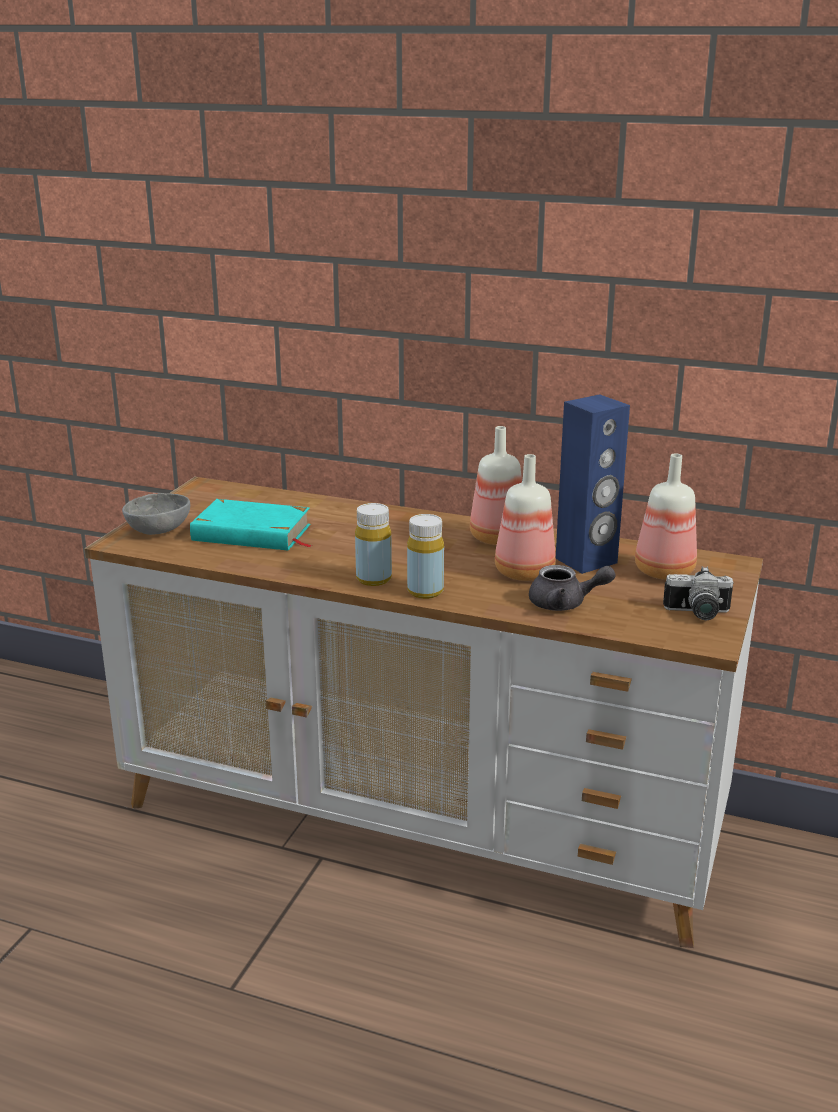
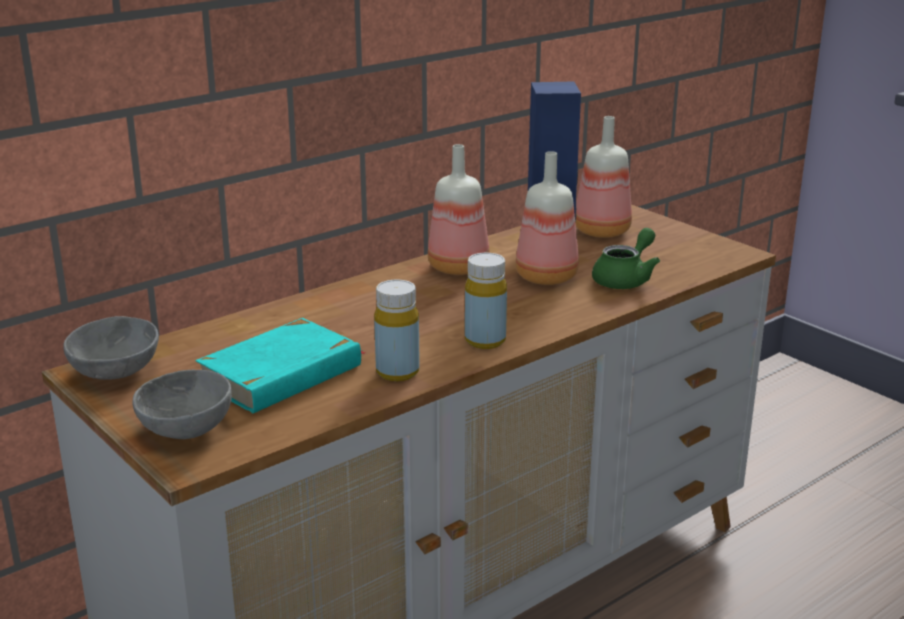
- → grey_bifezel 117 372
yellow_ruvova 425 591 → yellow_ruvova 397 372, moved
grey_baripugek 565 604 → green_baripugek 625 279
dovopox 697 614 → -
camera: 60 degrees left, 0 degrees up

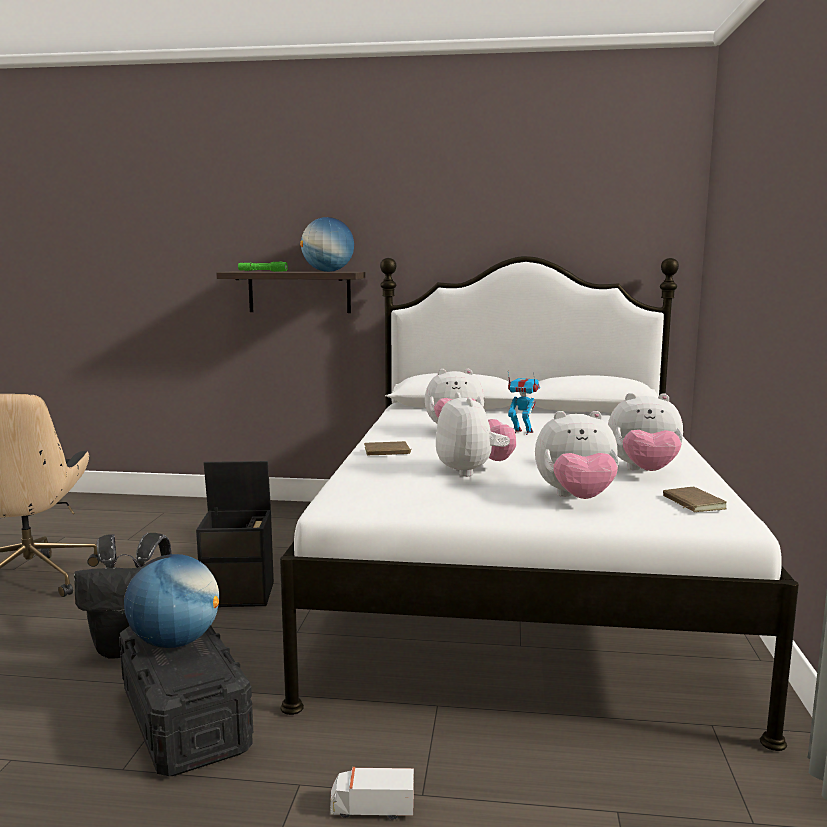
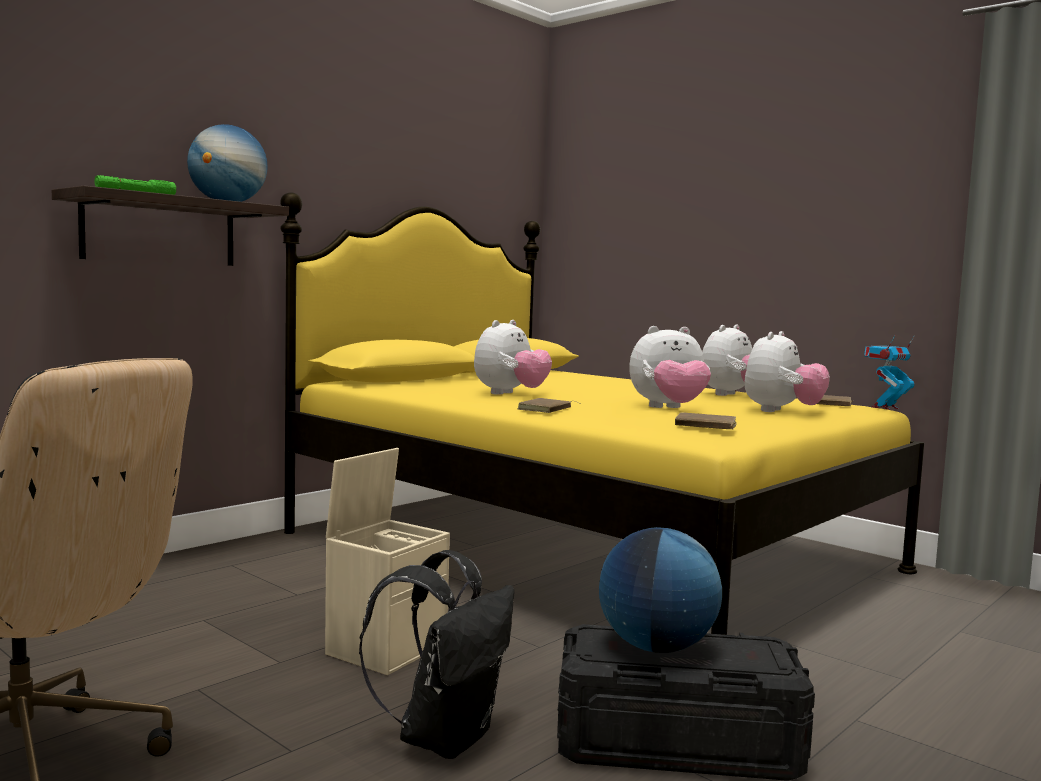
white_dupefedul 520 589 → yellow_dupefedul 586 552
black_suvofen 240 594 → beige_suvofen 387 647
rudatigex 473 471 → rudatigex 669 408, 150 degrees clockwise
- → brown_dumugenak 705 425
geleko 522 432 → geleko 885 408, moved
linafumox 371 808 → -
camera: 55 degrees left, 5 degrees down

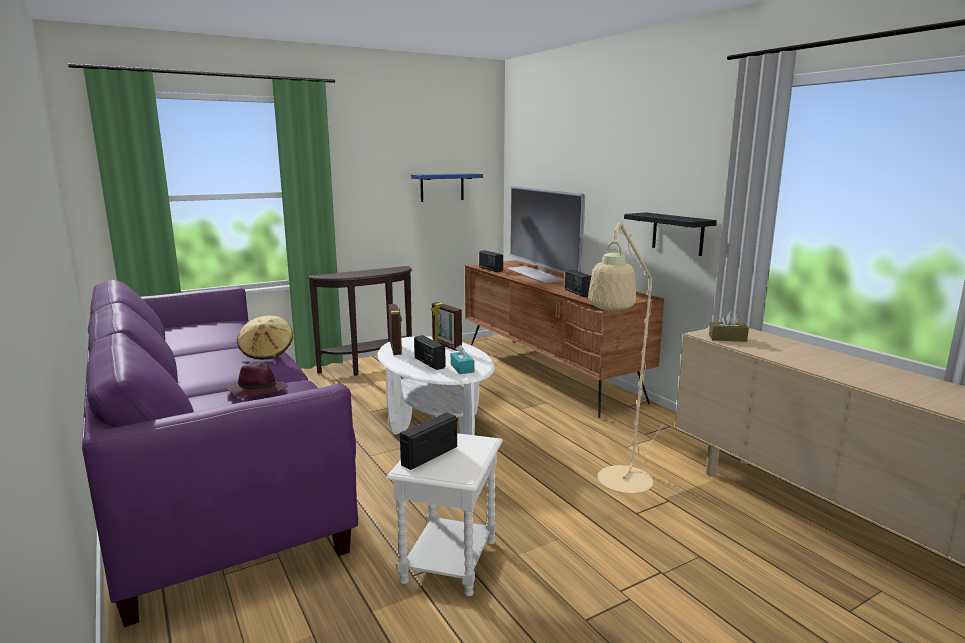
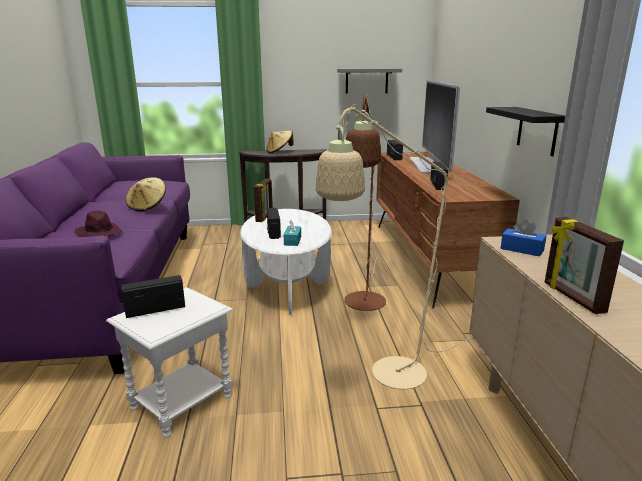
- → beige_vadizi 279 151
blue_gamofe 442 187 → grey_gamofe 366 81
- → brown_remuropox 364 306
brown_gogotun 727 338 → blue_gogotun 522 249
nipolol 446 346 → nipolol 572 297, moved
camera: 25 degrees right, 5 degrees up

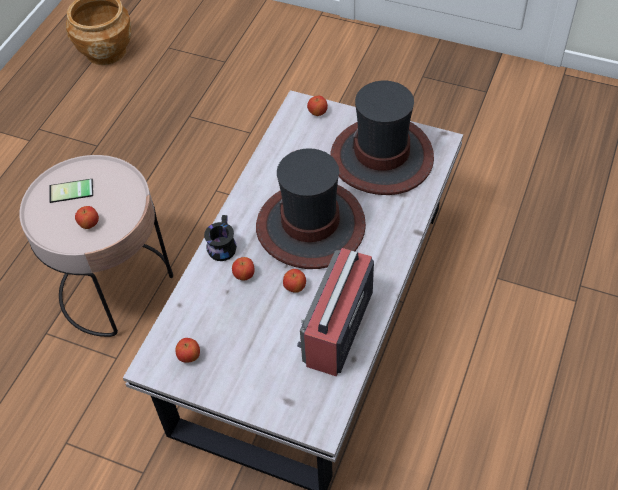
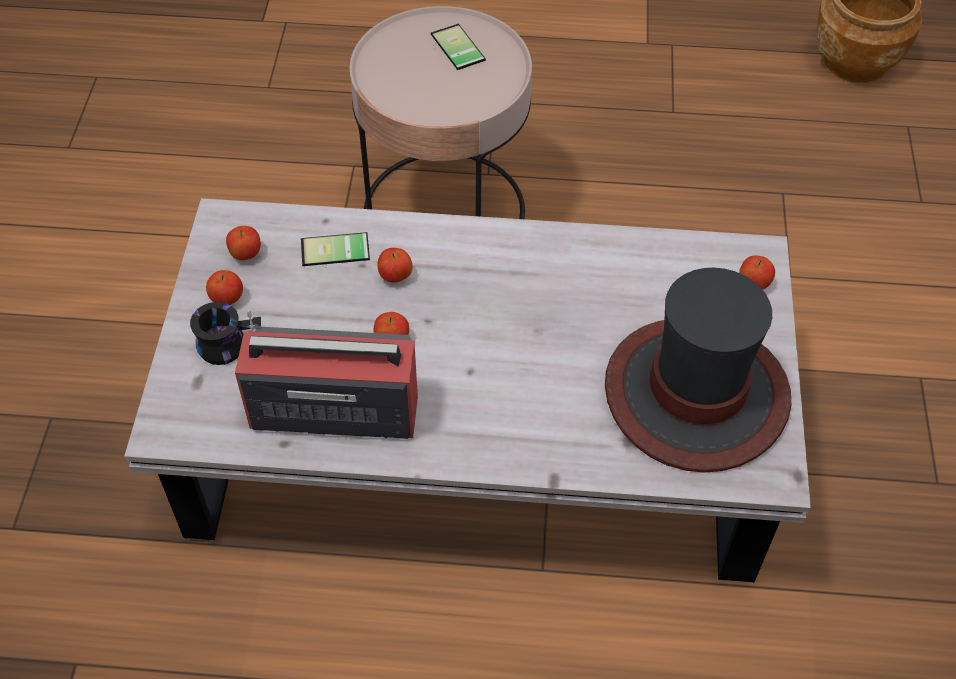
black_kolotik 220 246 → black_kolotik 229 343, moved
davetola 89 224 → davetola 227 299, moved
- → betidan 335 252
vadizi 311 226 → -
camera: 70 degrees right, 0 degrees up

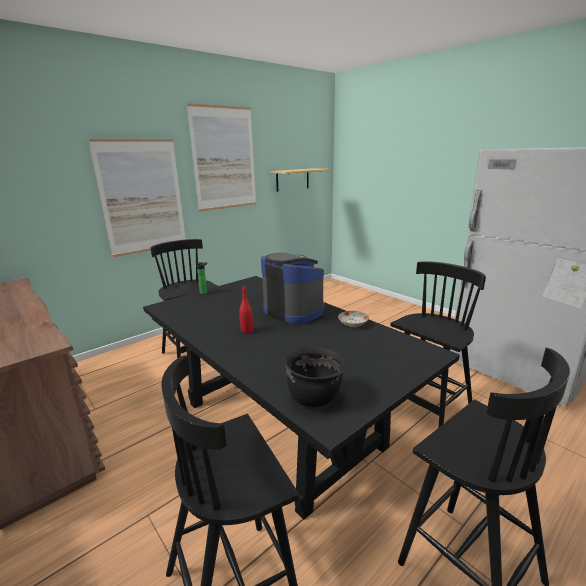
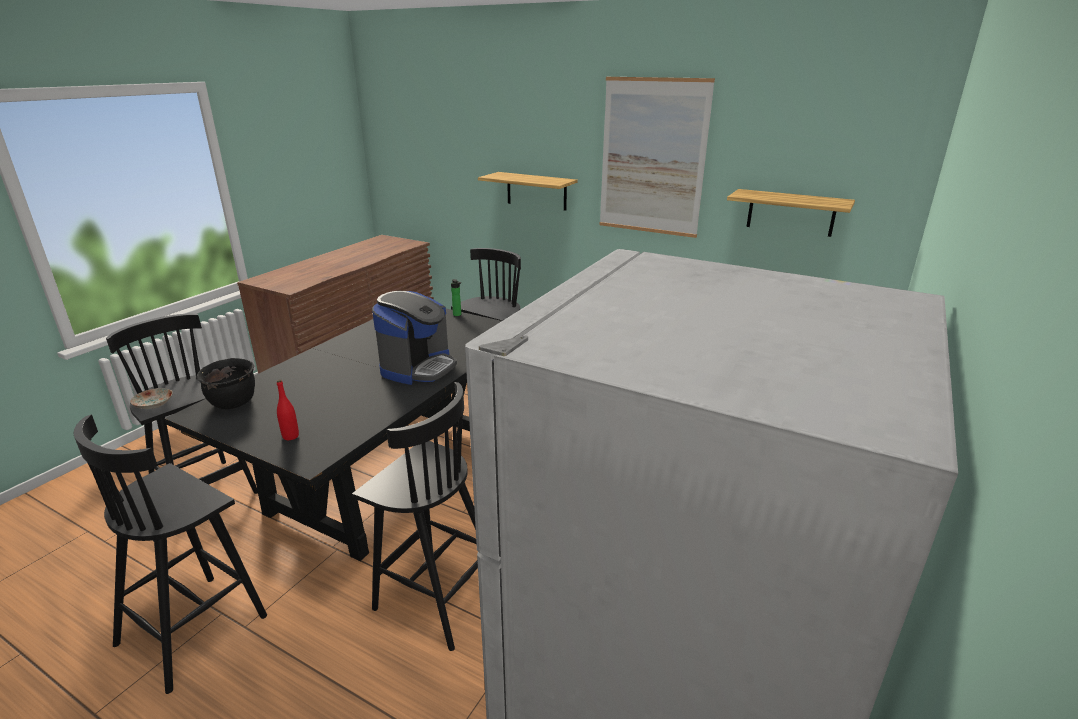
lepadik 353 324 → lepadik 153 405, moved
red_ruvova 247 331 → red_ruvova 290 436, moved
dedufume 142 197 → gamofe 536 191
camera: 70 degrees right, 5 degrees up

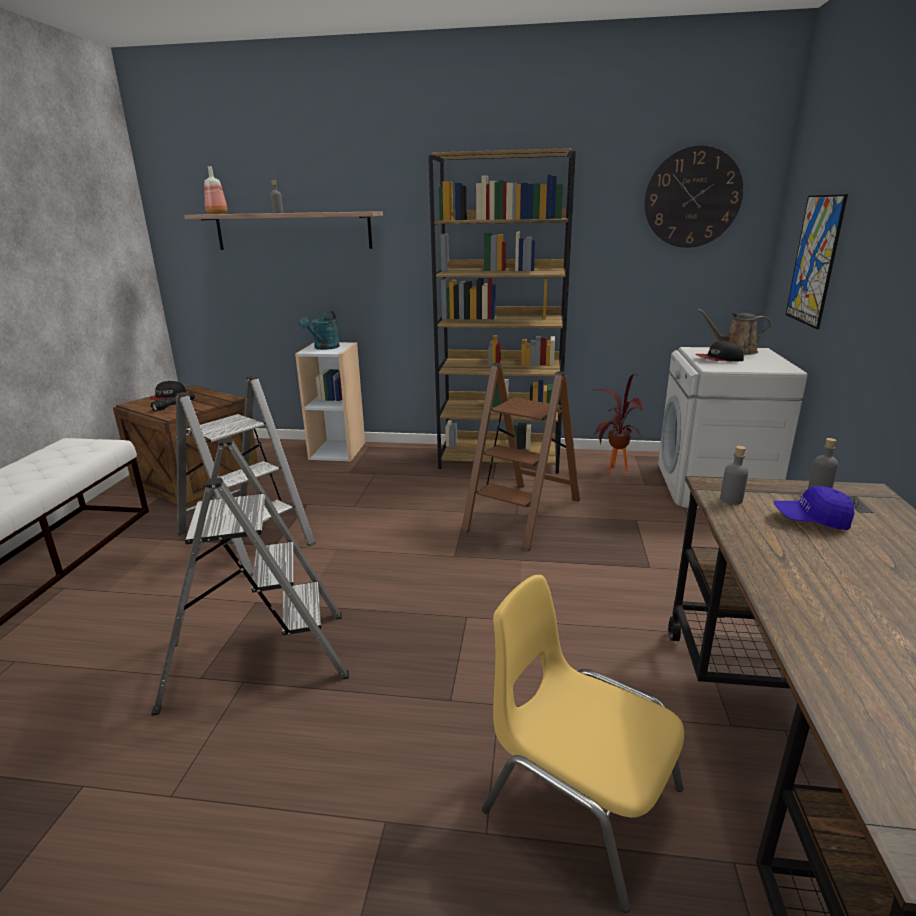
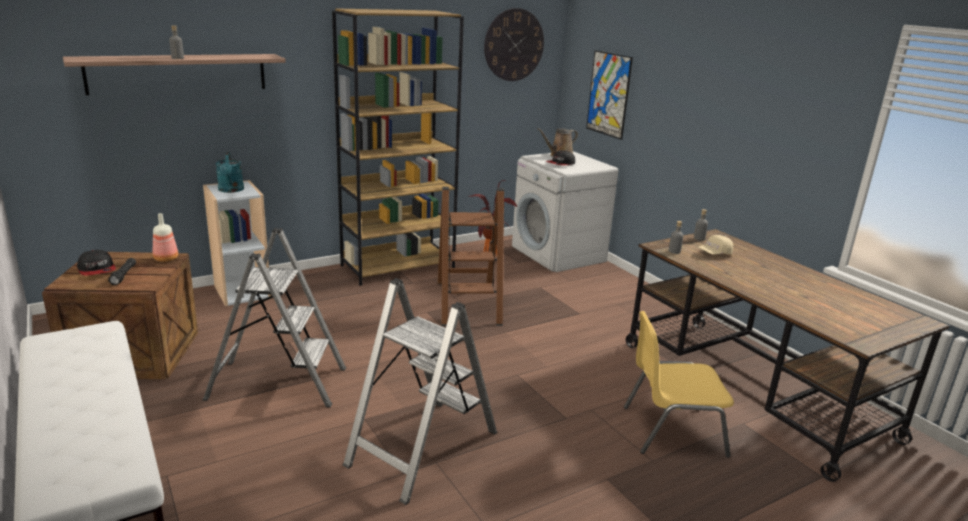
ruvova 216 213 → ruvova 165 259, moved
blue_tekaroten 811 521 → beige_tekaroten 714 253
camera: 40 degrees left, 0 degrees up

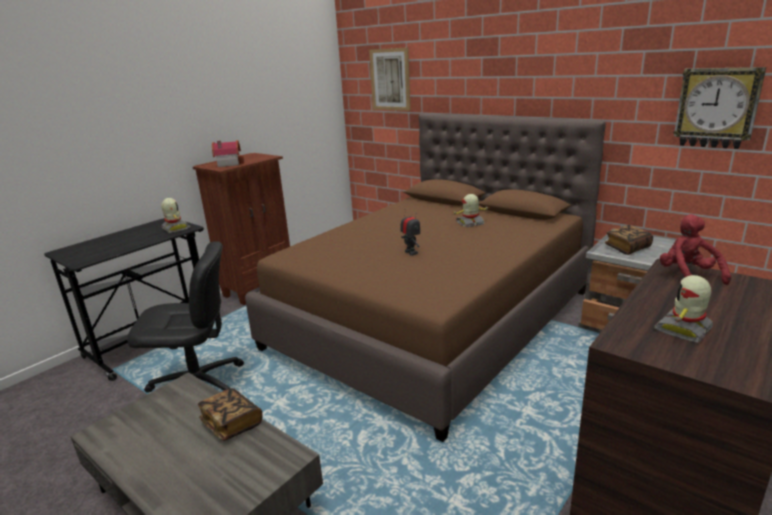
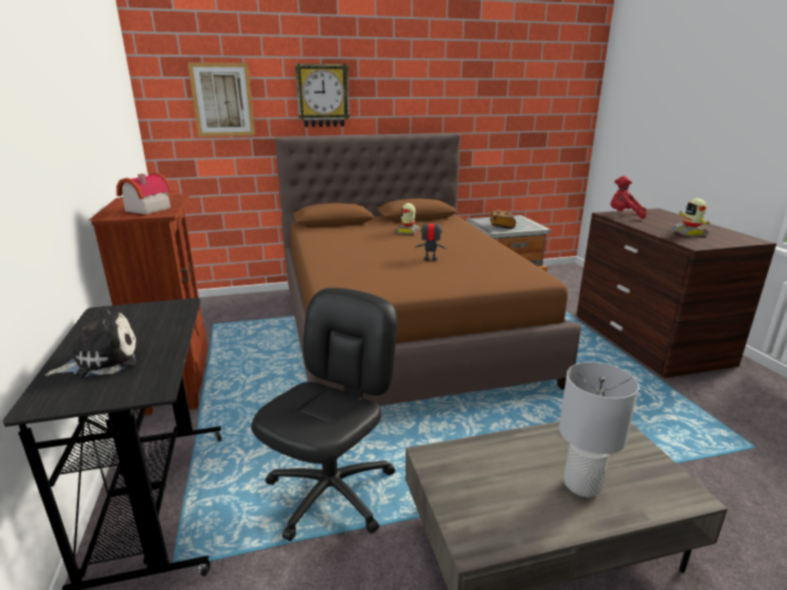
- → rudatigex 102 361
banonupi 716 108 → banonupi 322 96, moved
- → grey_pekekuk 581 487
geleko 175 228 → -
dumugenak 232 424 → -
camera: 55 degrees left, 0 degrees up

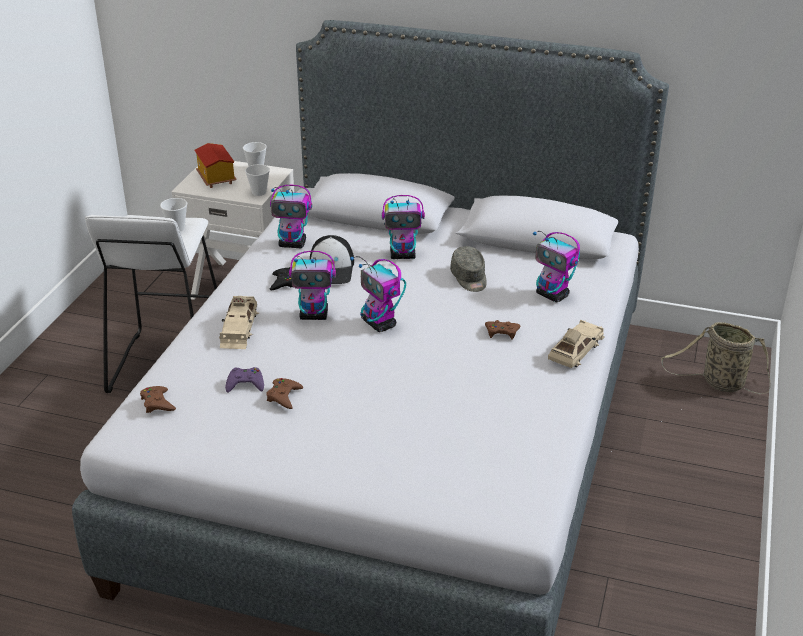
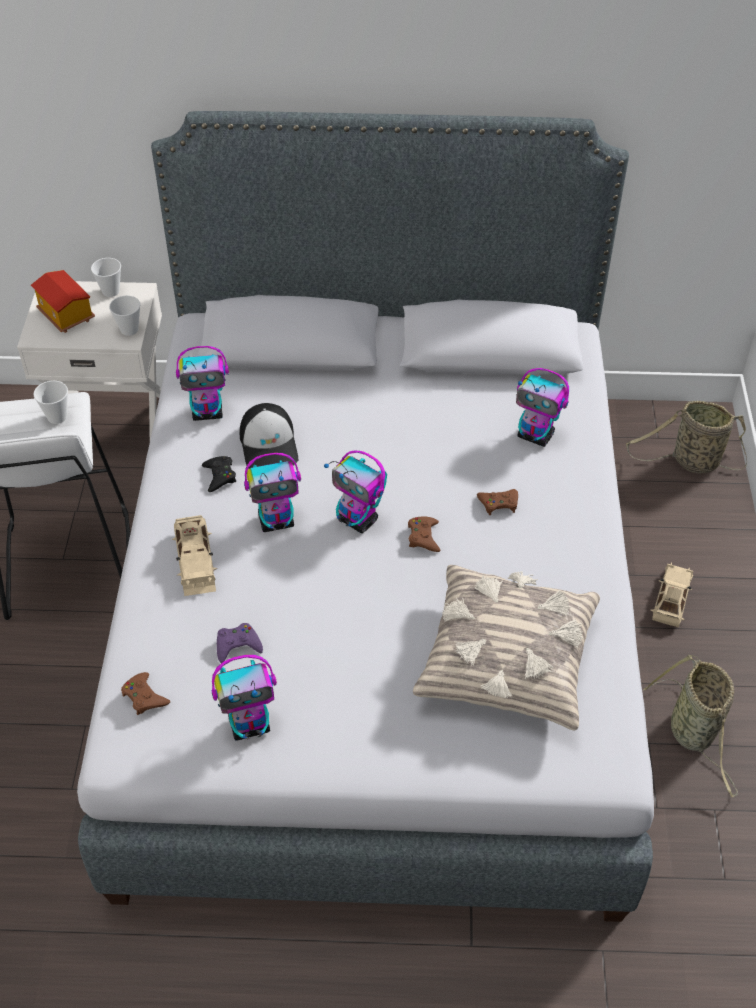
geleko 403 255 → geleko 250 725, moved
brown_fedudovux 284 396 → brown_fedudovux 423 537, moved
- → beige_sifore 506 663
- → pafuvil 694 734
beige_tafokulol 576 350 → beige_tafokulol 671 599, moved
grey_tekaroten 469 278 → -
camera: 15 degrees left, 15 degrees up

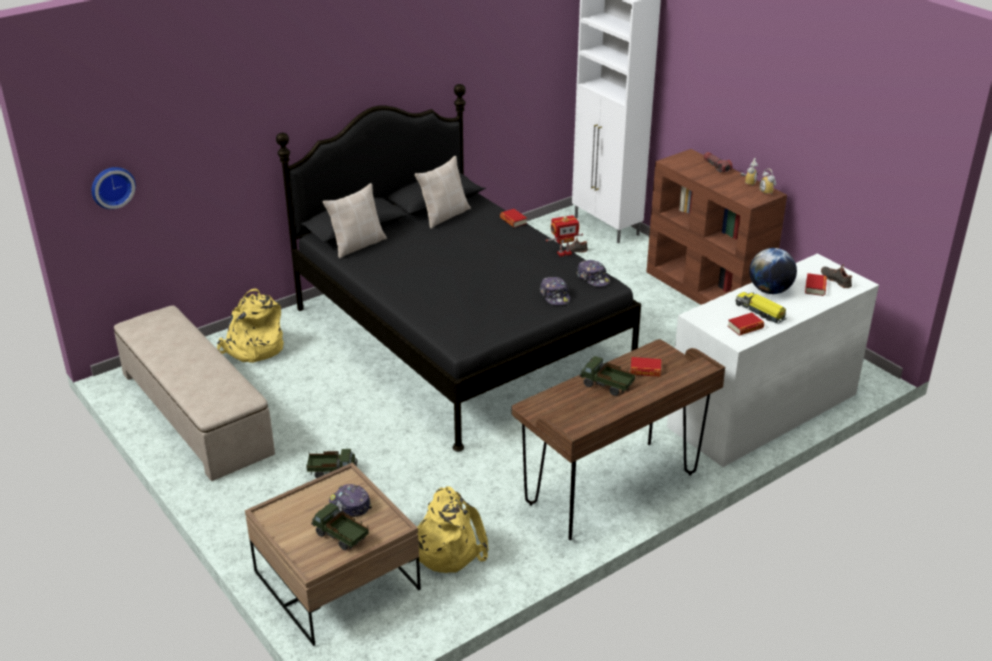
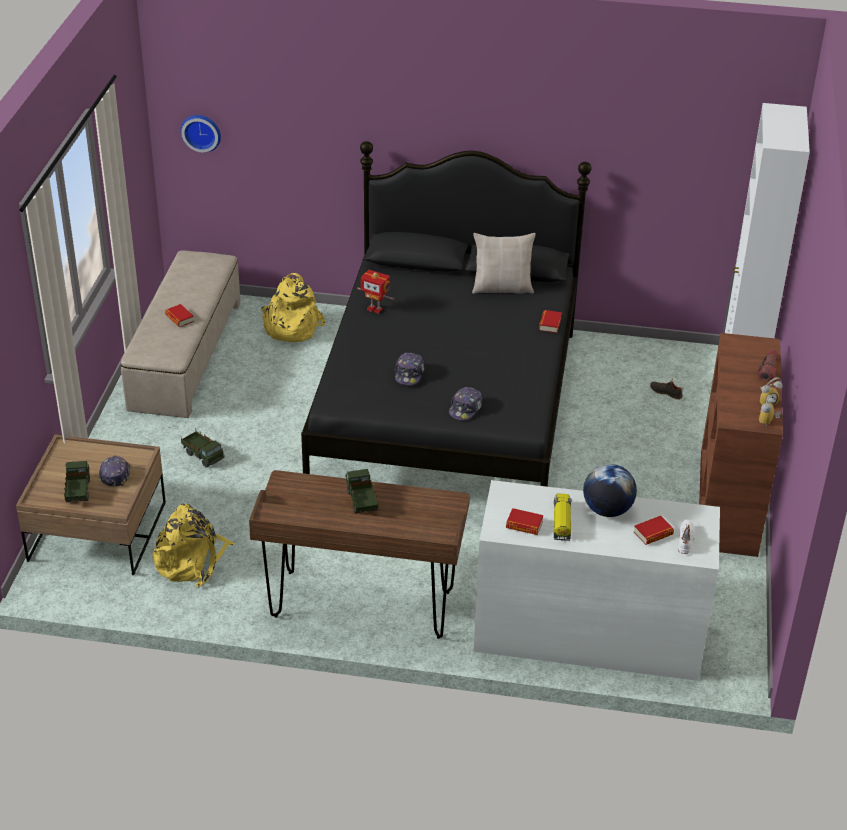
dumugenak 645 370 → dumugenak 179 318, moved
geleko 564 253 → geleko 375 309, moved
tekaroten 593 278 → tekaroten 409 374, moved
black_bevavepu 836 280 → white_bevavepu 686 540
beige_sifore 357 245 → -
camera: 45 degrees right, 5 degrees up

